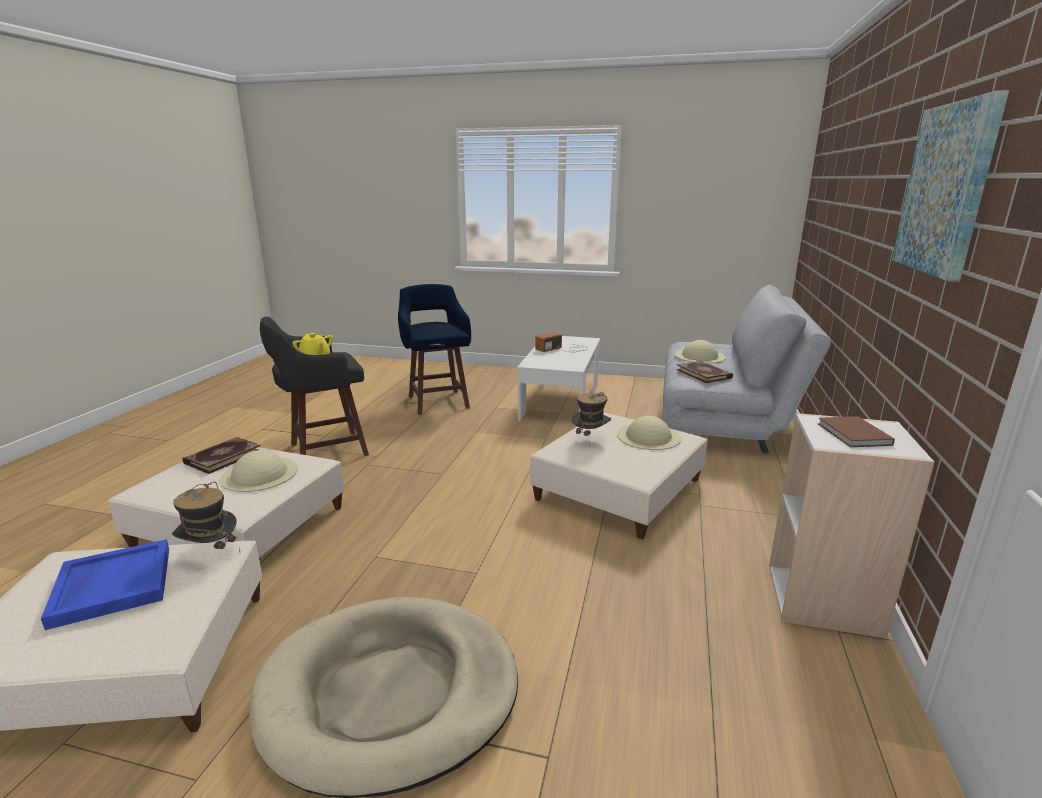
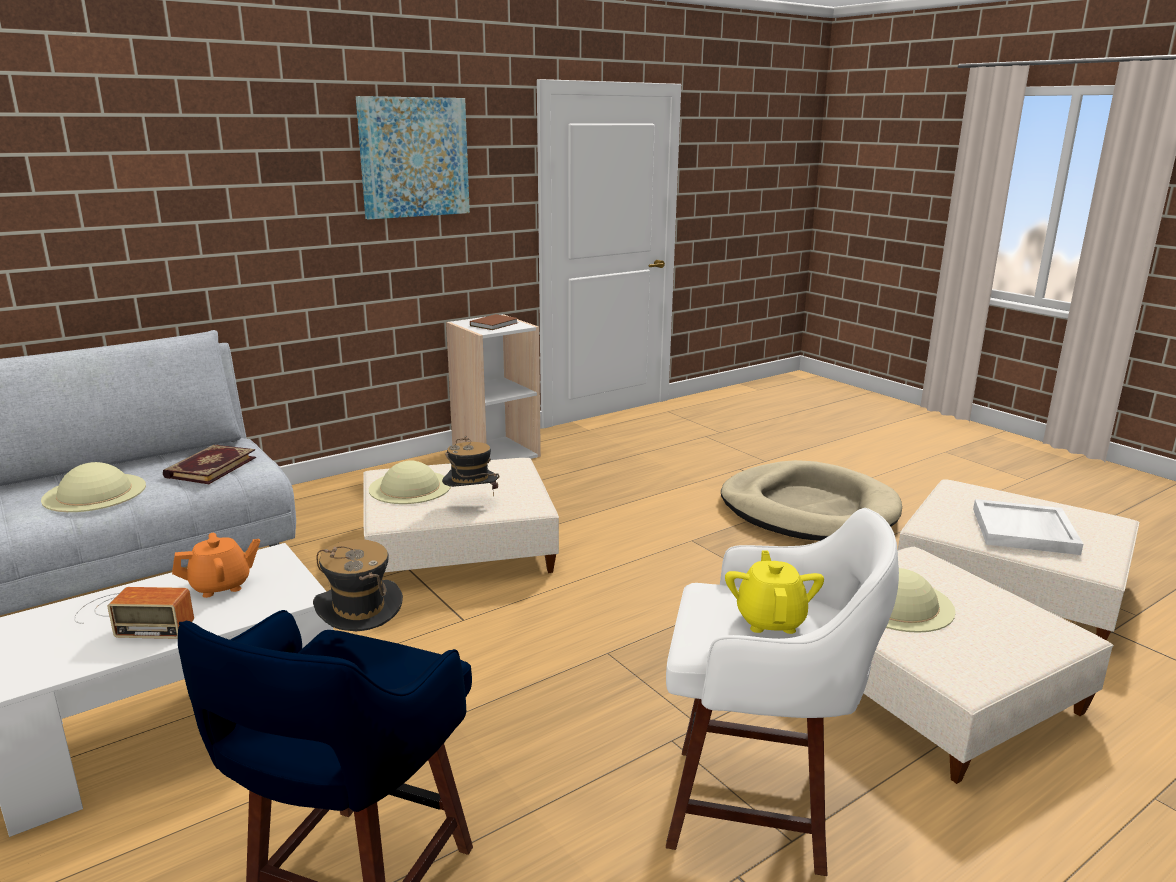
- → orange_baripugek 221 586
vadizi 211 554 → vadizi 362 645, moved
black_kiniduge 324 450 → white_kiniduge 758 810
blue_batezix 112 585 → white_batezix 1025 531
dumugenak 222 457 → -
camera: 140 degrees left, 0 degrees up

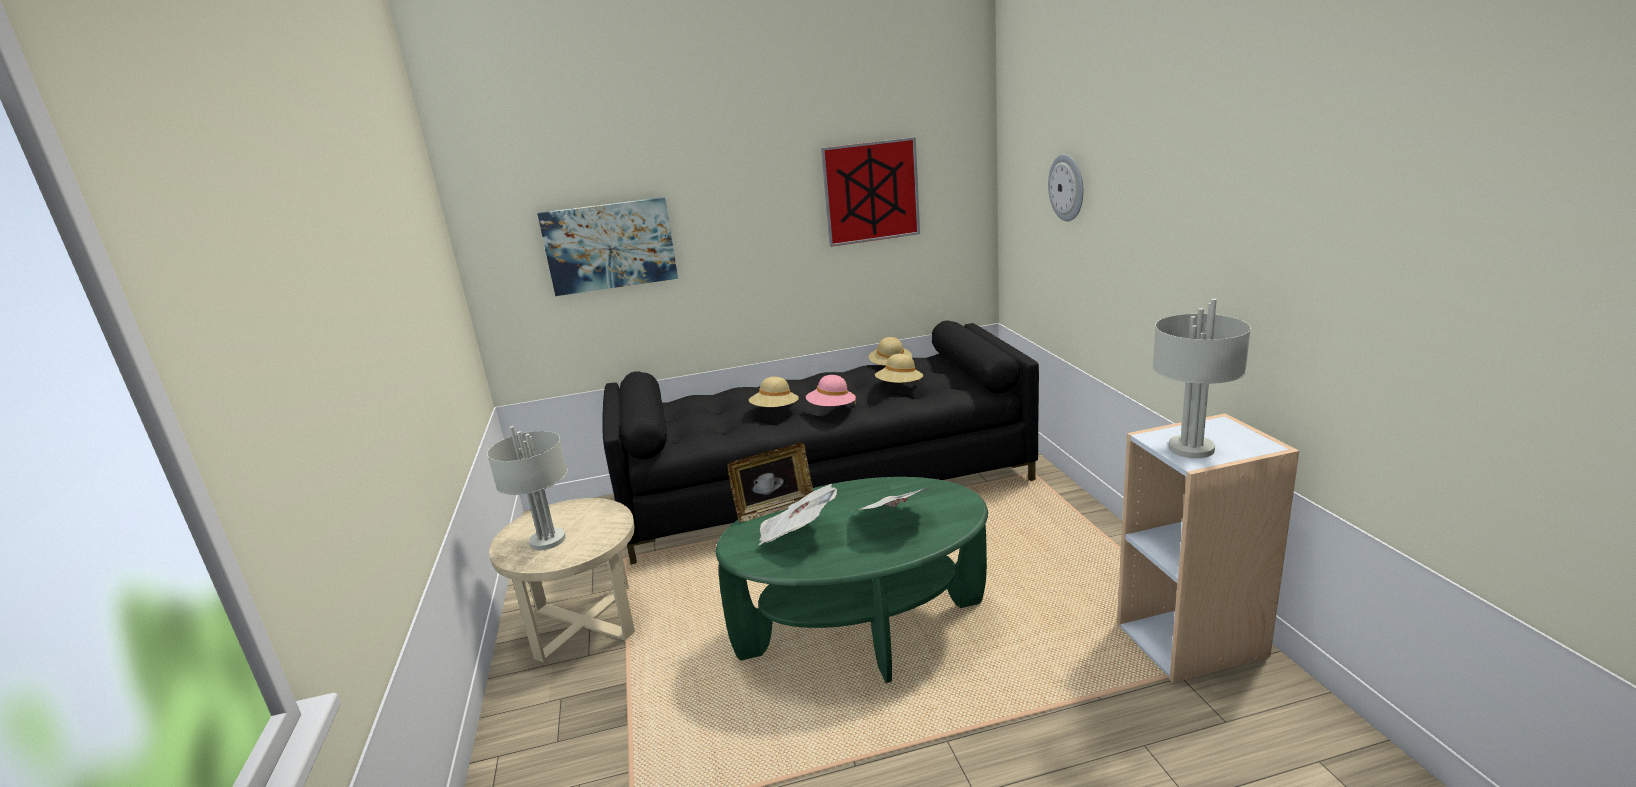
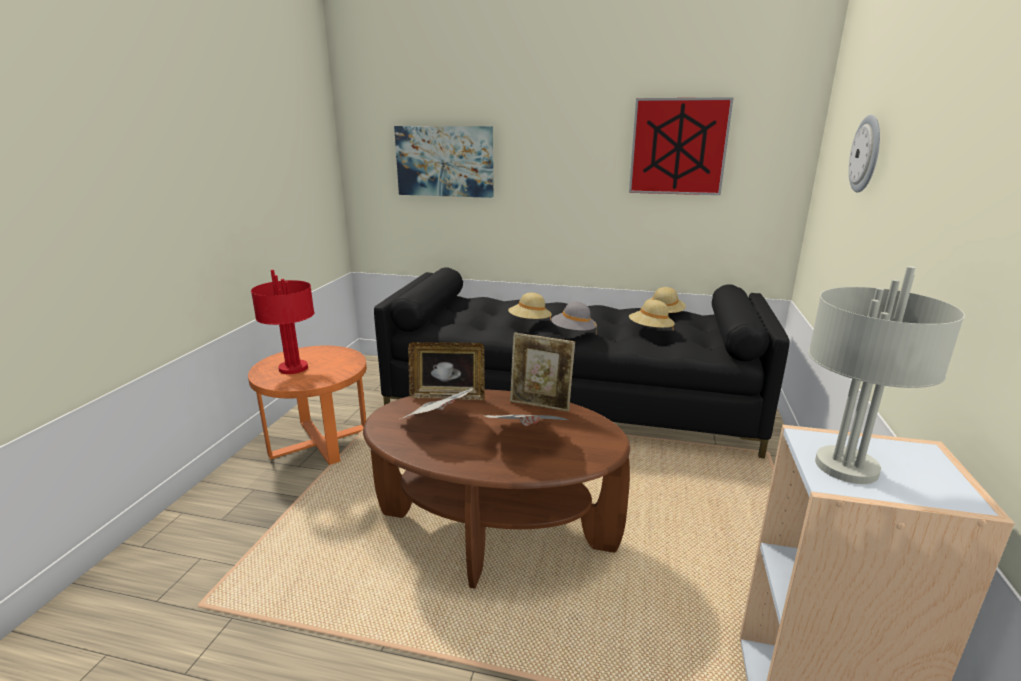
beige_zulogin 584 622 → orange_zulogin 319 441
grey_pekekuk 548 540 → red_pekekuk 294 368
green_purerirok 863 631 → brown_purerirok 494 532
- → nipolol 540 405
pink_vadizi 831 409 → grey_vadizi 573 333
camera: 25 degrees right, 0 degrees up

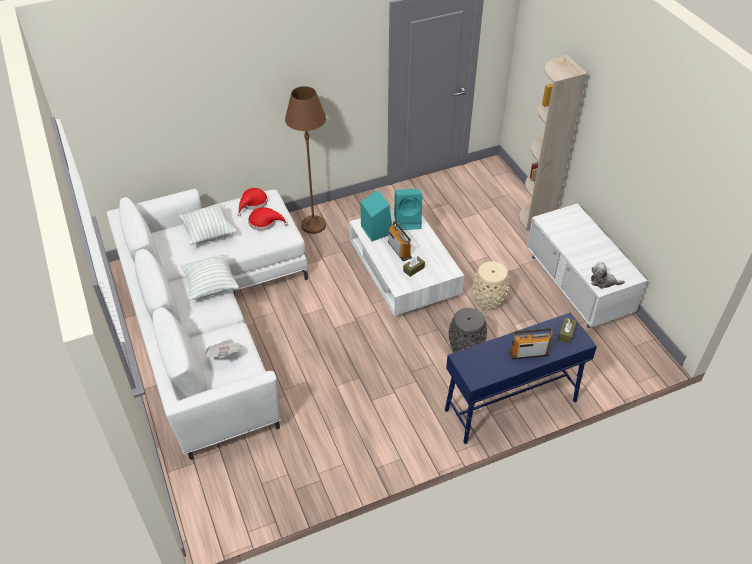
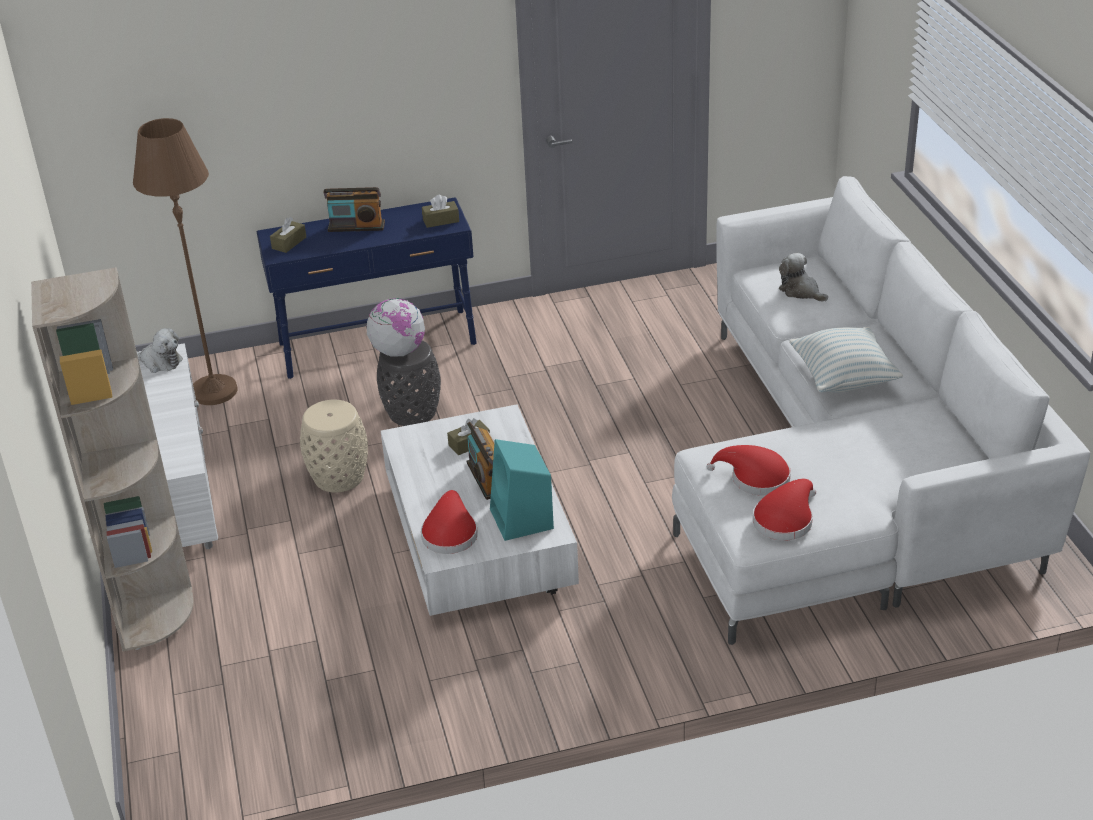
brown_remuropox 313 225 → brown_remuropox 214 391, moved
- → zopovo 398 351
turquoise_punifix 408 221 → red_vadizi 450 533
- → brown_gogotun 441 220
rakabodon 225 355 → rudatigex 801 291
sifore 209 233 → -
camera: 170 degrees left, 10 degrees down

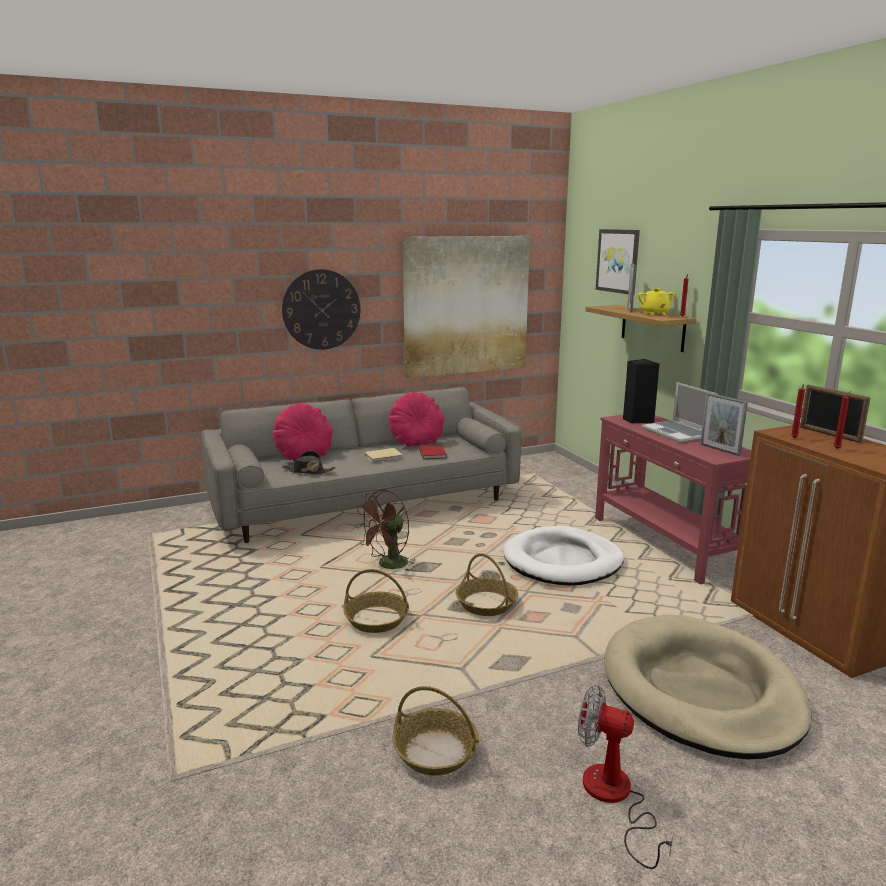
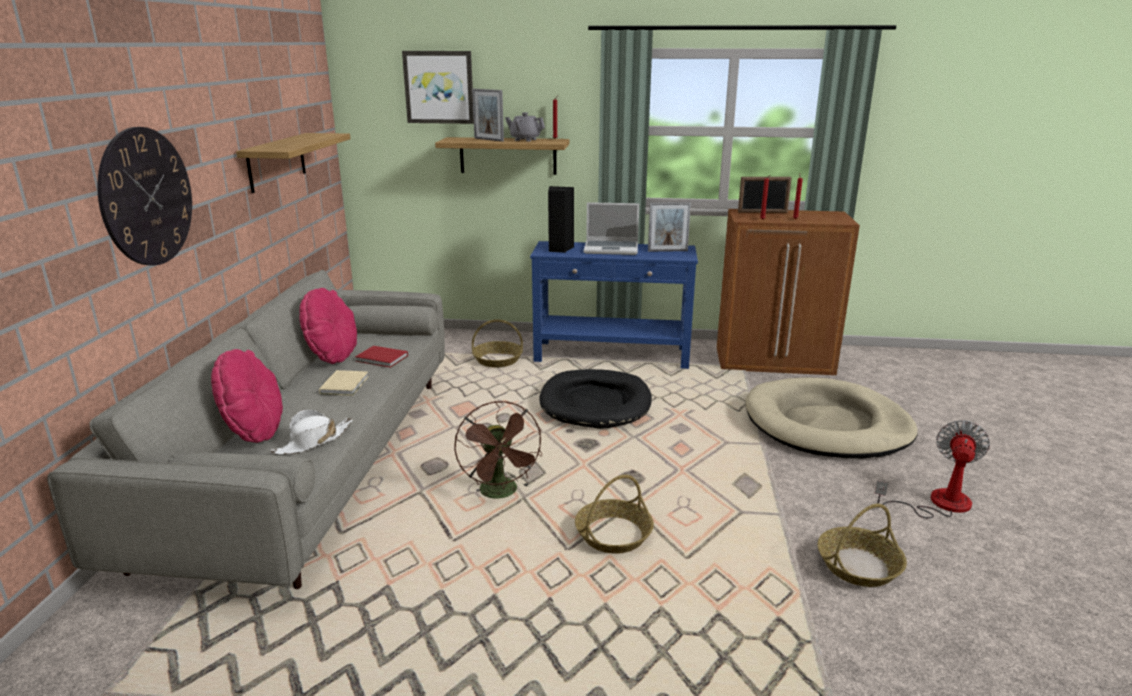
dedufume 466 305 → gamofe 276 162
black_vadizi 308 471 → white_vadizi 313 441
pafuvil 487 604 → pafuvil 498 360, moved
yellow_baripugek 654 313 → grey_baripugek 525 140
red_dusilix 665 544 → blue_dusilix 612 355
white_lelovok 563 561 → black_lelovok 595 403
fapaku 614 798 → fapaku 937 503, 150 degrees clockwise
camera: 60 degrees left, 5 degrees up

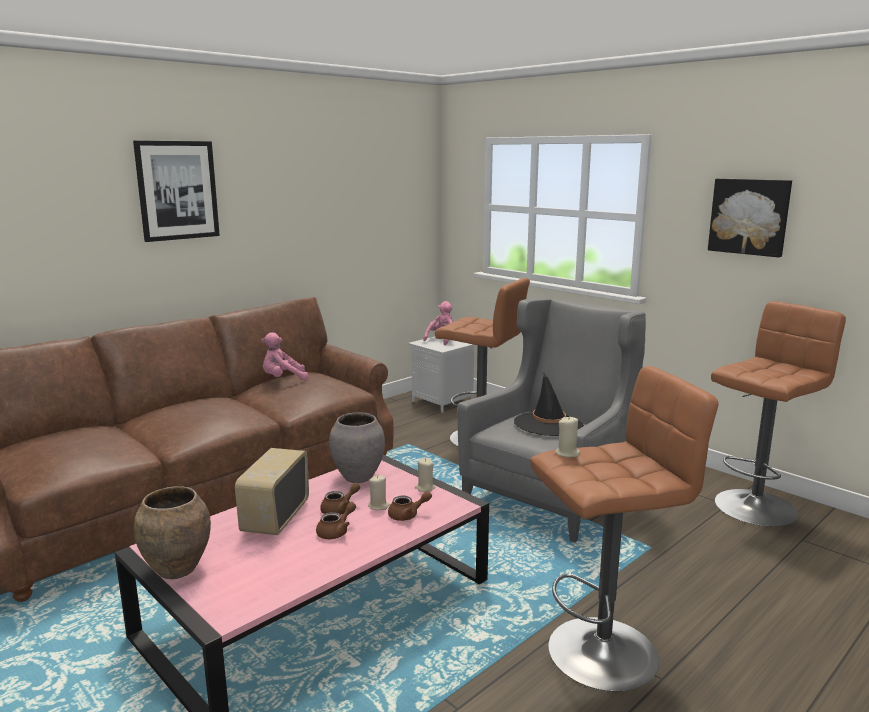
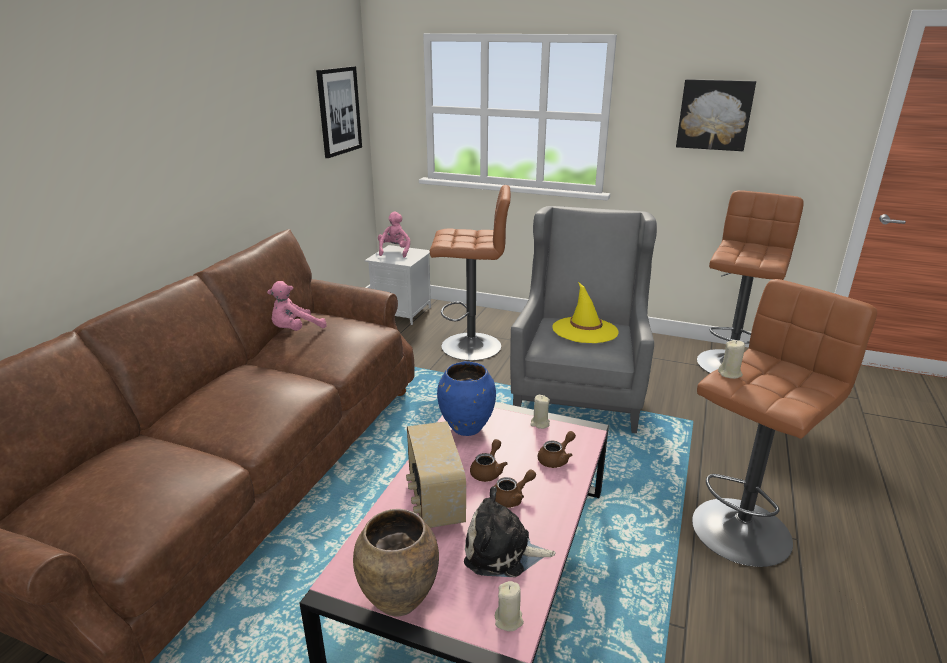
dedufume 177 190 → dedufume 339 111, moved
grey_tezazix 357 477 → blue_tezazix 466 428
- → rudatigex 502 552
brown_baripugek 336 532 → brown_baripugek 511 498, 45 degrees clockwise
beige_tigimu 378 506 → beige_tigimu 509 620, moved
black_vadizi 548 425 → yellow_vadizi 585 330
camera: 25 degrees left, 10 degrees up

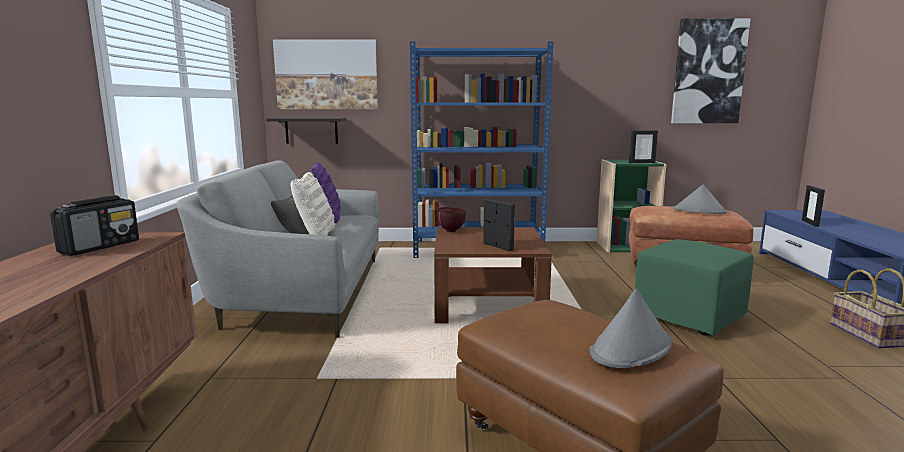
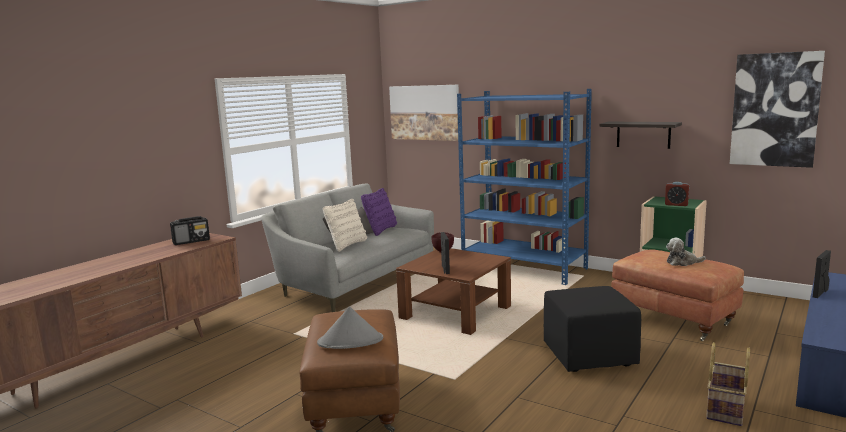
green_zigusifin 689 316 → black_zigusifin 590 356
gamofe 311 130 → gamofe 643 134, moved
nipolol 641 162 → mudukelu 676 204
grey_vadizi 699 211 → rudatigex 682 262
camera: 35 degrees right, 0 degrees up

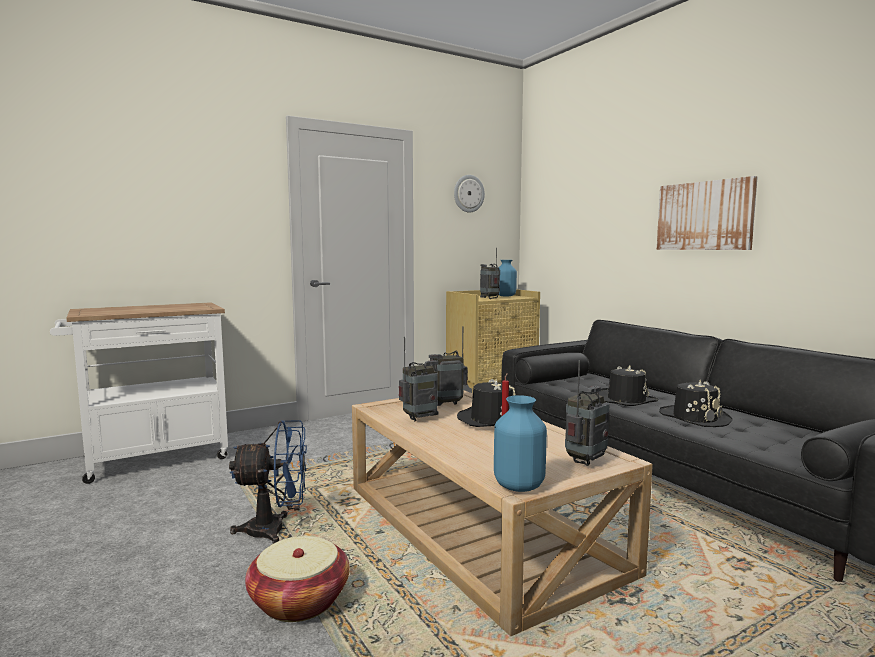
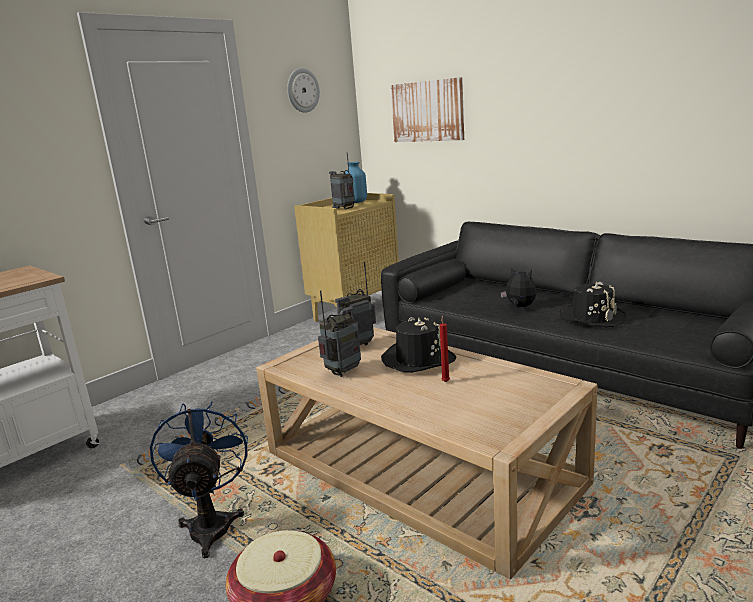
blue_fapaku 276 530 → blue_fapaku 211 523, 75 degrees counterclockwise
dedufume 704 216 → dedufume 427 111, moved
black_vadizi 625 400 → rudatigex 519 307
blue_tezazix 518 486 → -
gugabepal 585 461 → -
camera: 15 degrees left, 10 degrees up

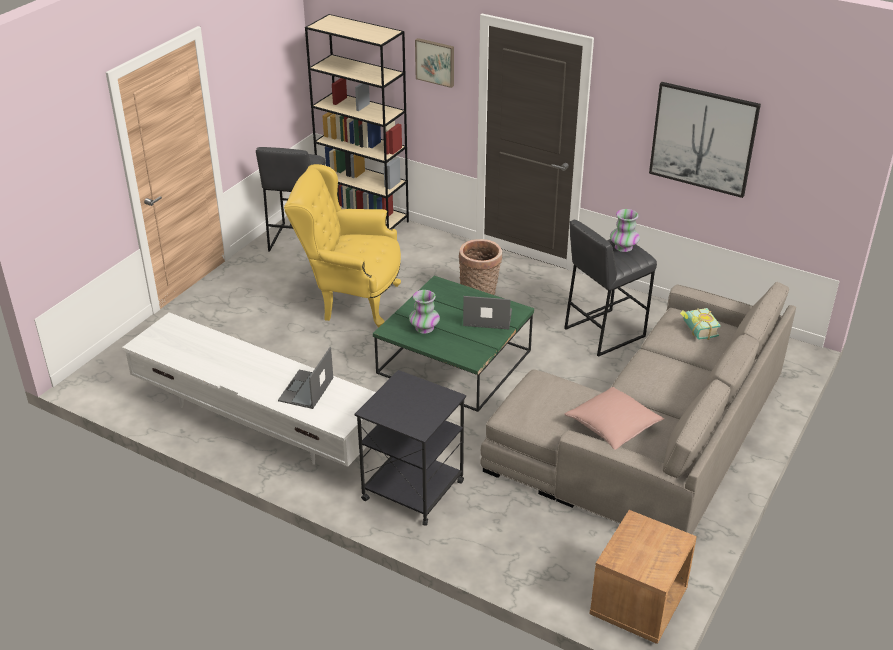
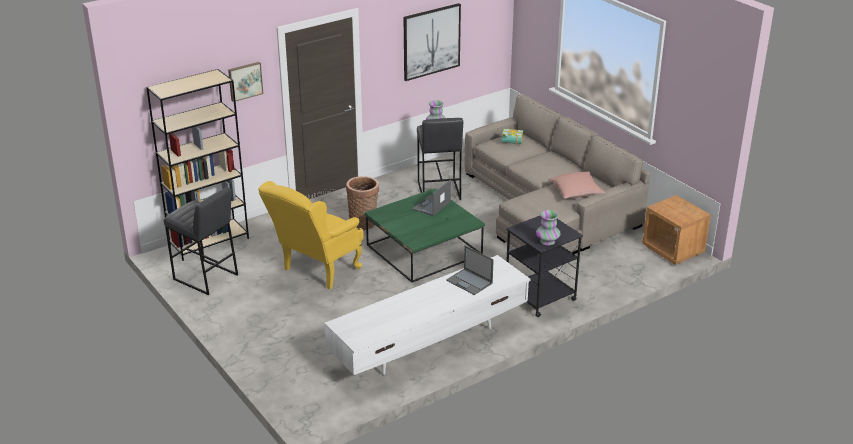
tezazix 424 328 → tezazix 547 241, moved
camera: 65 degrees left, 5 degrees down

